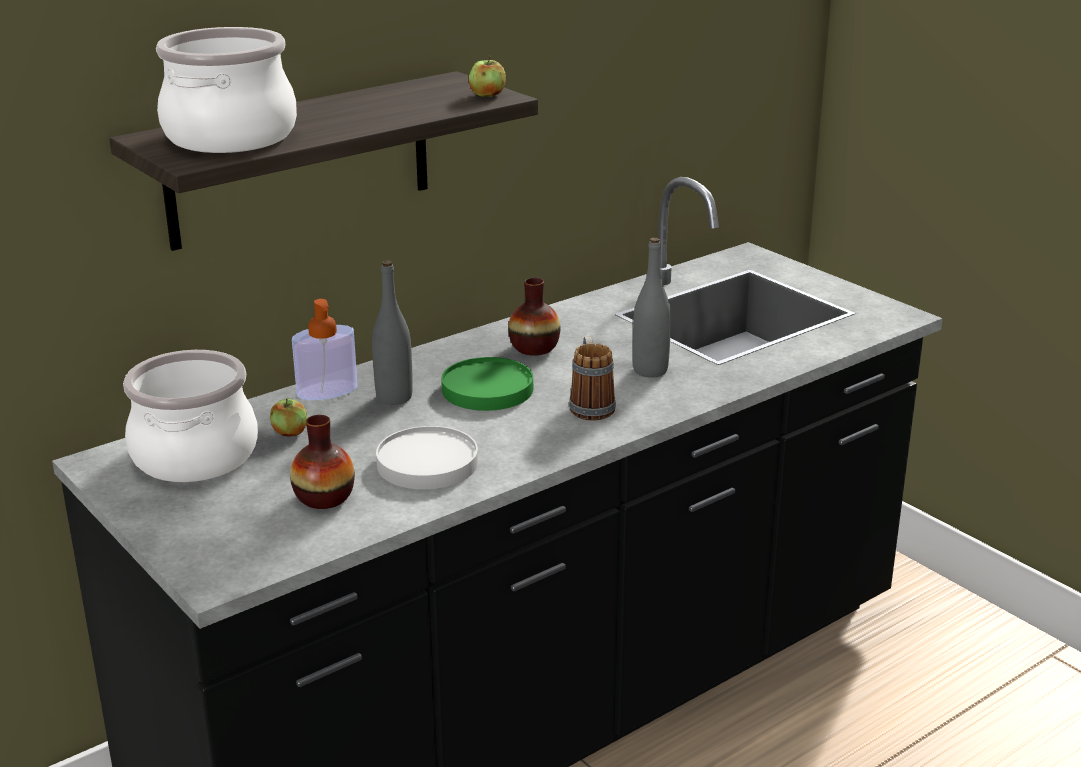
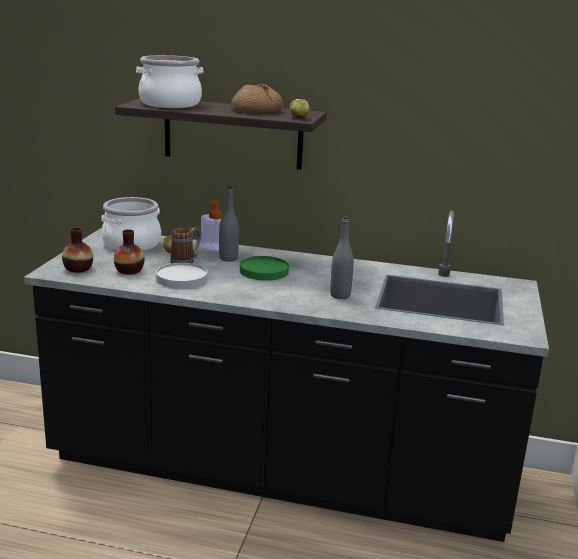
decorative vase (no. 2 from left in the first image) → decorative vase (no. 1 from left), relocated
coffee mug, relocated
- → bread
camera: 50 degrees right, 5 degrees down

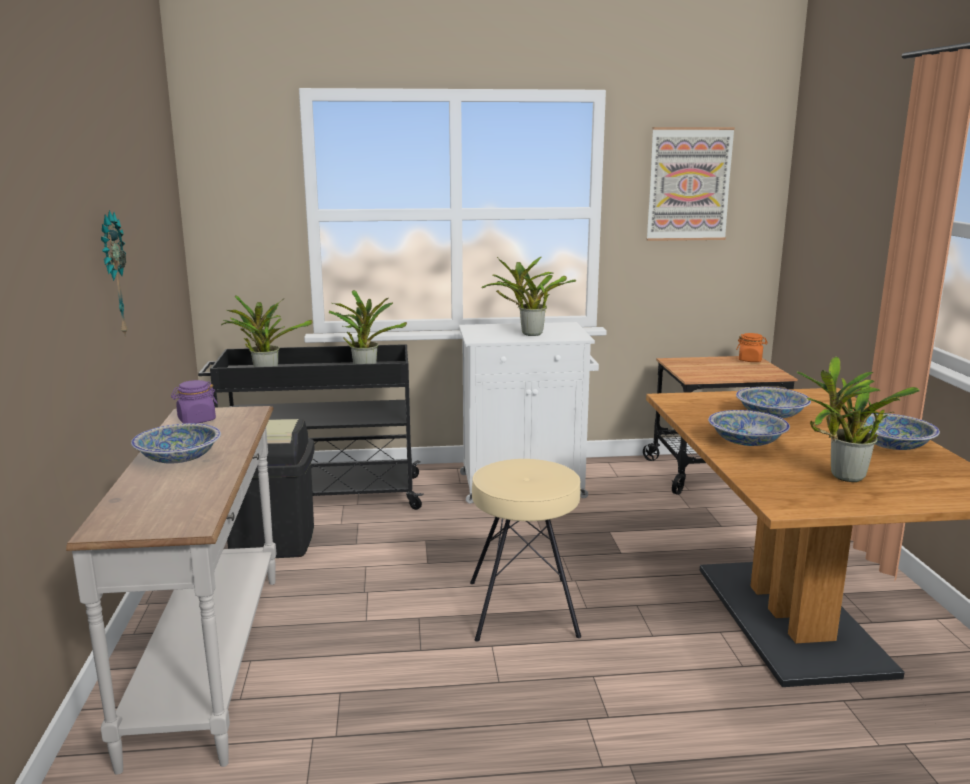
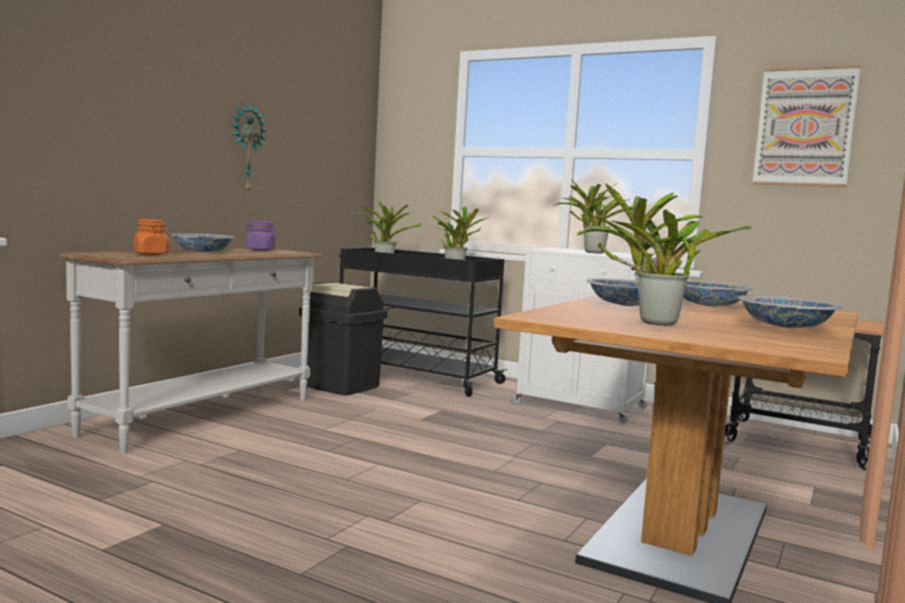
orange-coloured storage jar, relocated
beige-coloured stool → -
camera: 35 degrees right, 10 degrees down

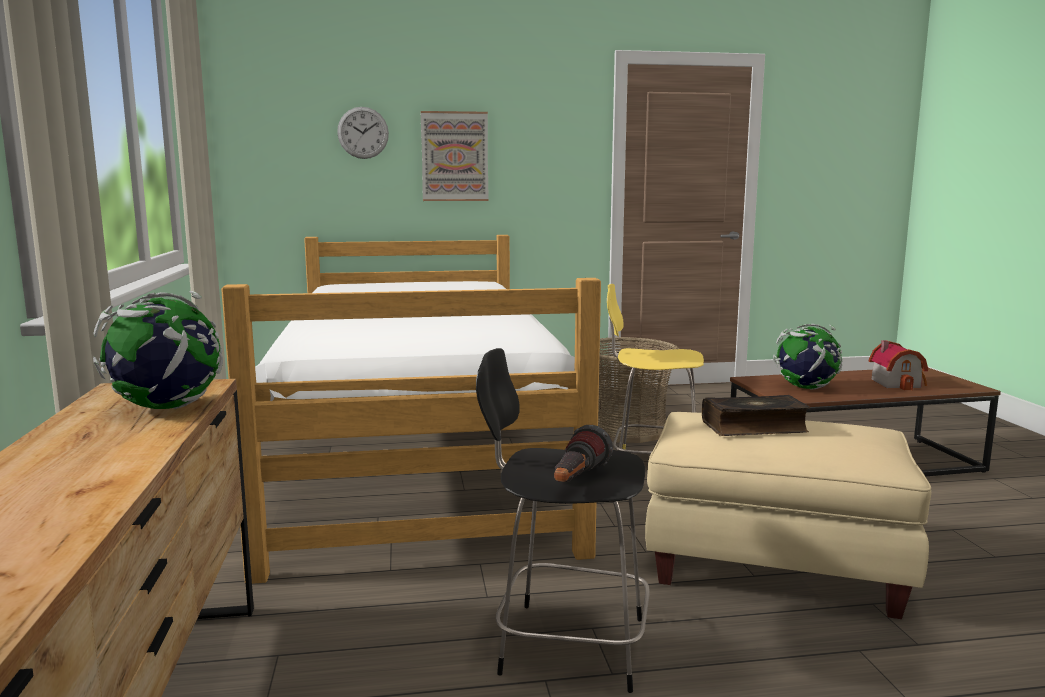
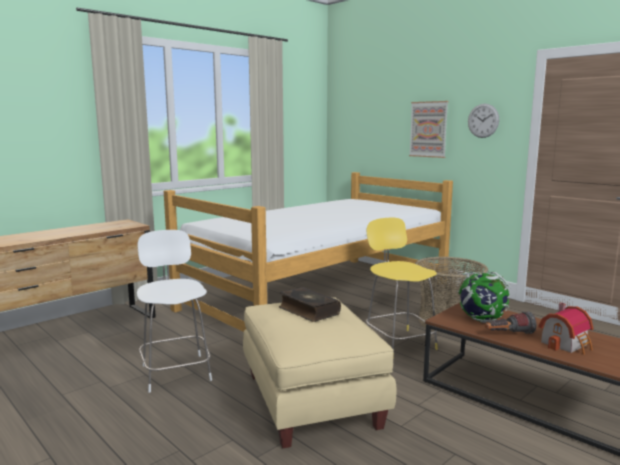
black-coloured stool → whitish stool
clock on the wall, relocated
hand torch, relocated
globe (no. 1 from left) → -
camera: 55 degrees right, 0 degrees up

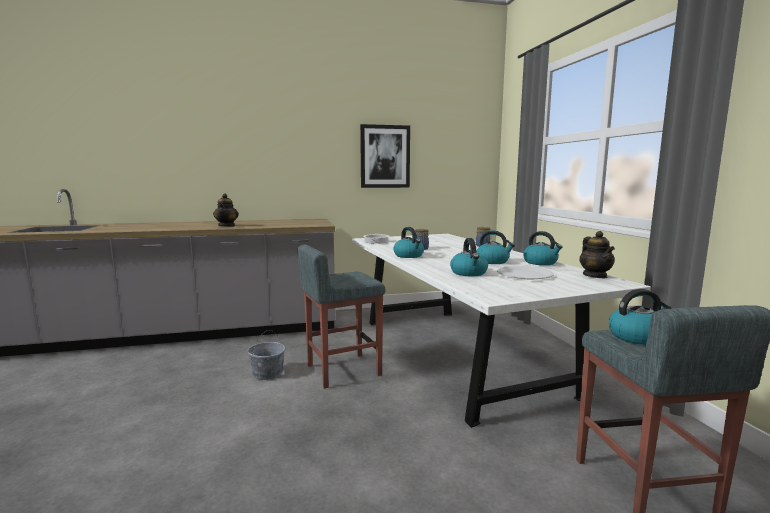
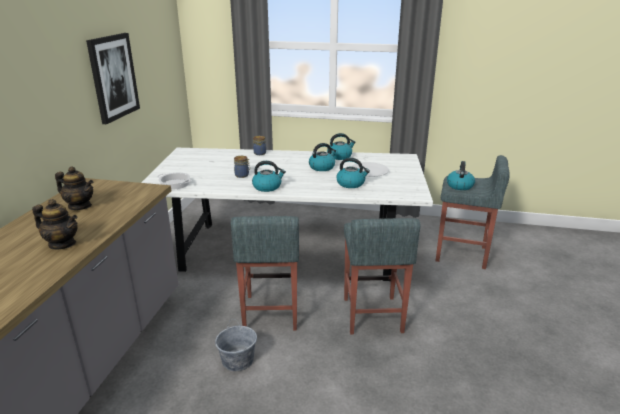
pot for tea (no. 2 from left), relocated
- → gray stool (no. 2 from left)
camera: 65 degrees left, 15 degrees up

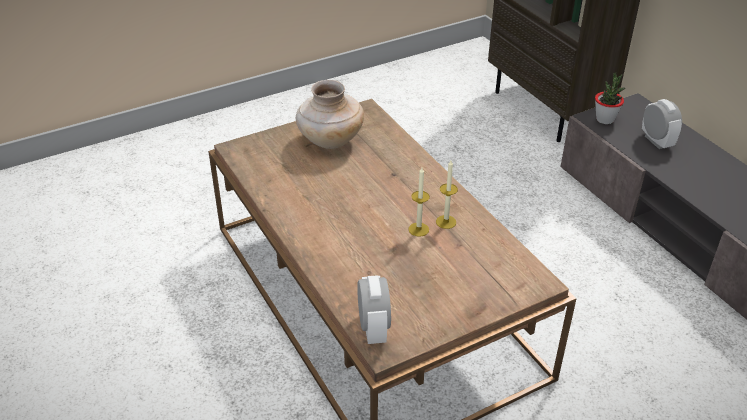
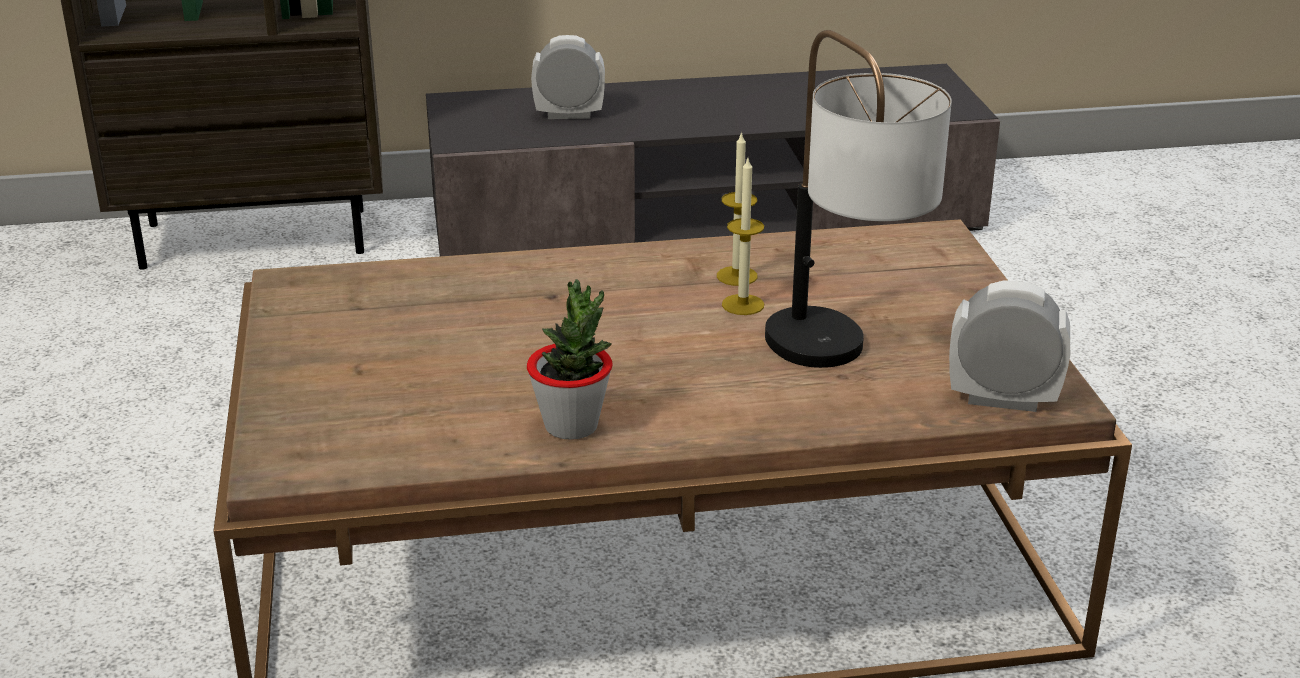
houseplant, relocated
- → tabletop lamp
beige-coloured decorative vase → -
camera: 70 degrees left, 10 degrees down

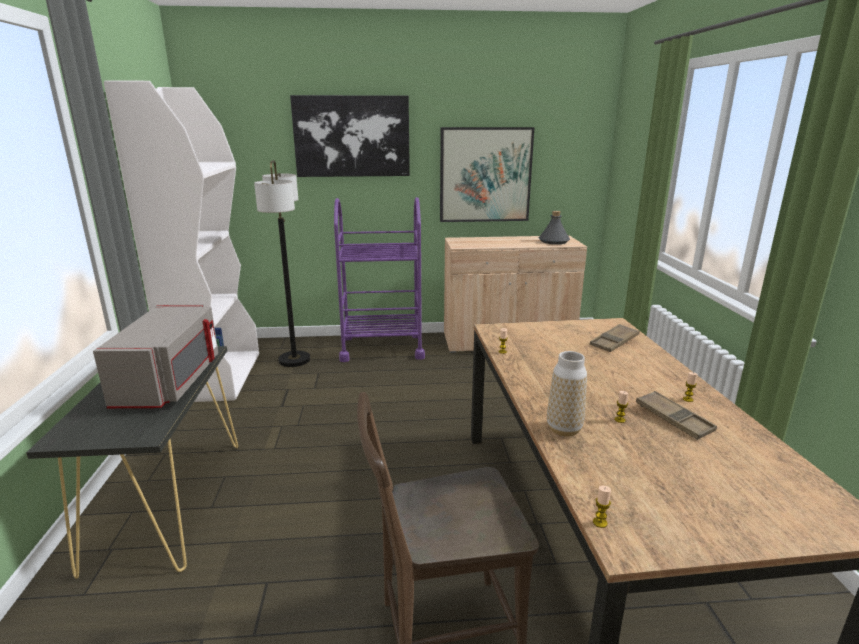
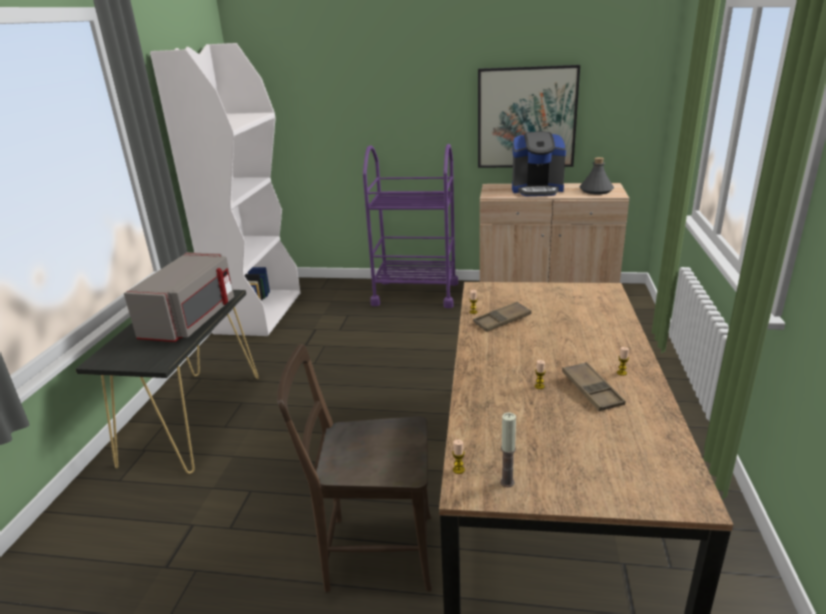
brownish tray (no. 1 from left), relocated
- → wax candle (no. 3 from left)
- → coffee maker
standing lamp → -
wall art (no. 1 from left) → -
decorative vase → -
camera: 15 degrees right, 5 degrees up

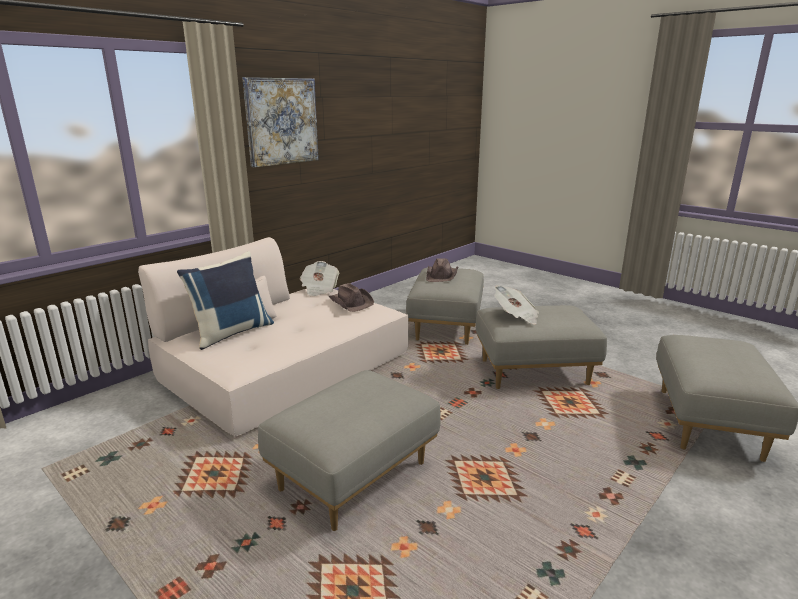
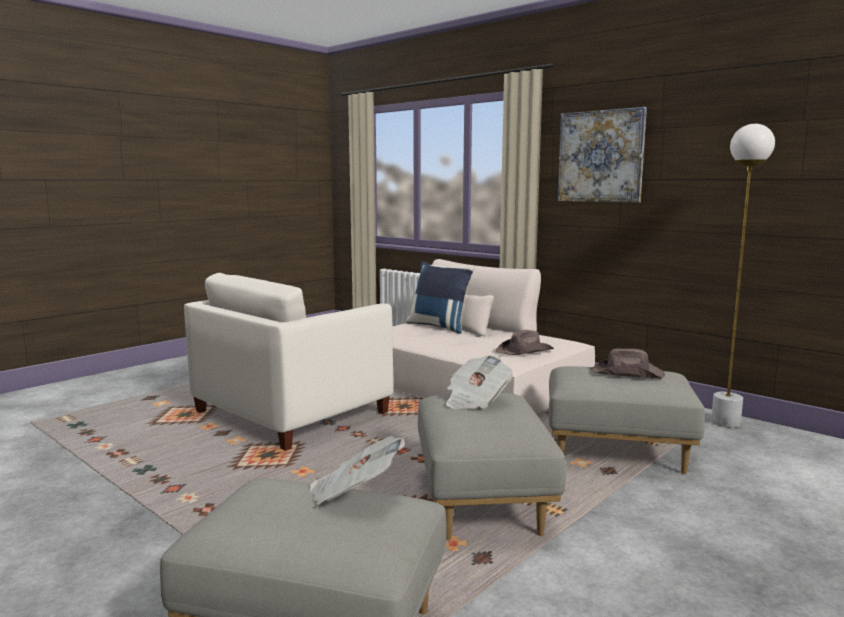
gray ottoman (no. 1 from left) → whitish lounge chair
daily paper (no. 1 from left), relocated
- → whitish standing lamp
camera: 90 degrees right, 10 degrees down

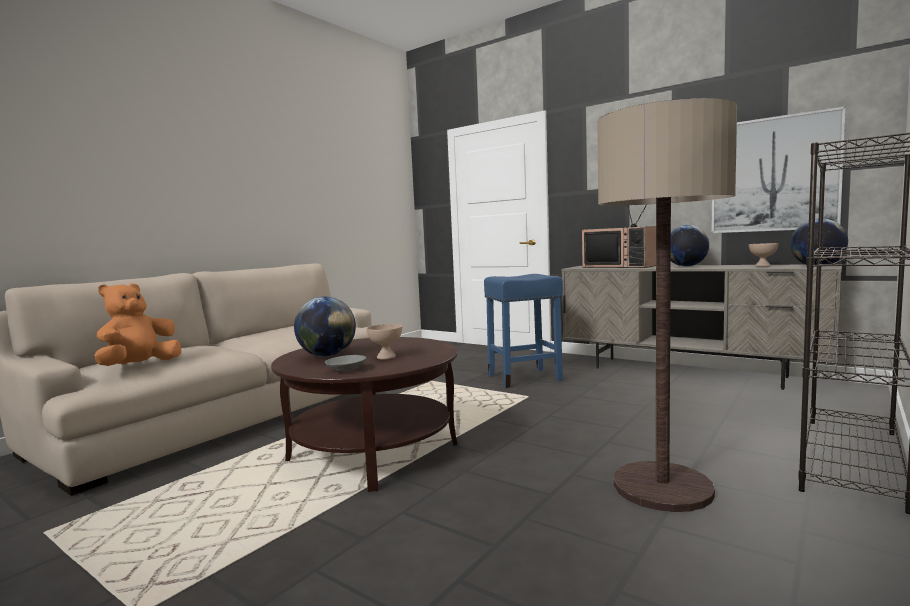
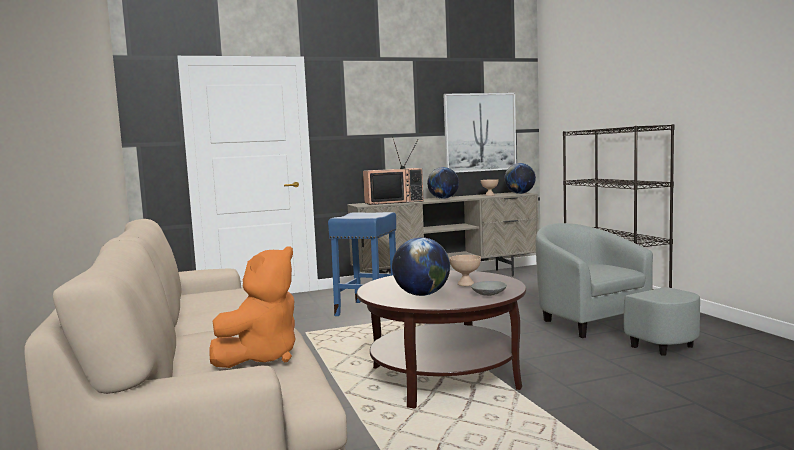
orange-coloured plush toy, 120 degrees counterclockwise
standing lamp → gray lounge chair
camera: 55 degrees left, 0 degrees up

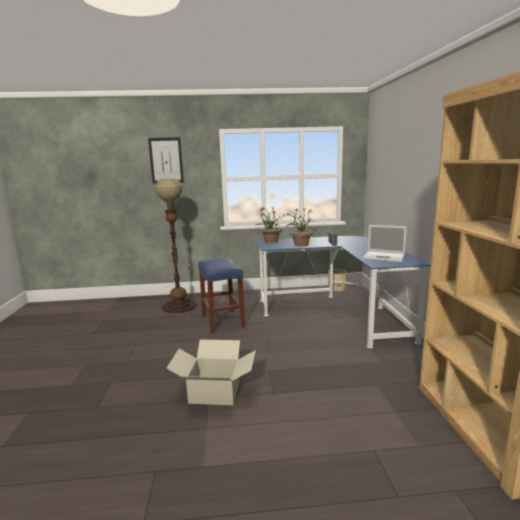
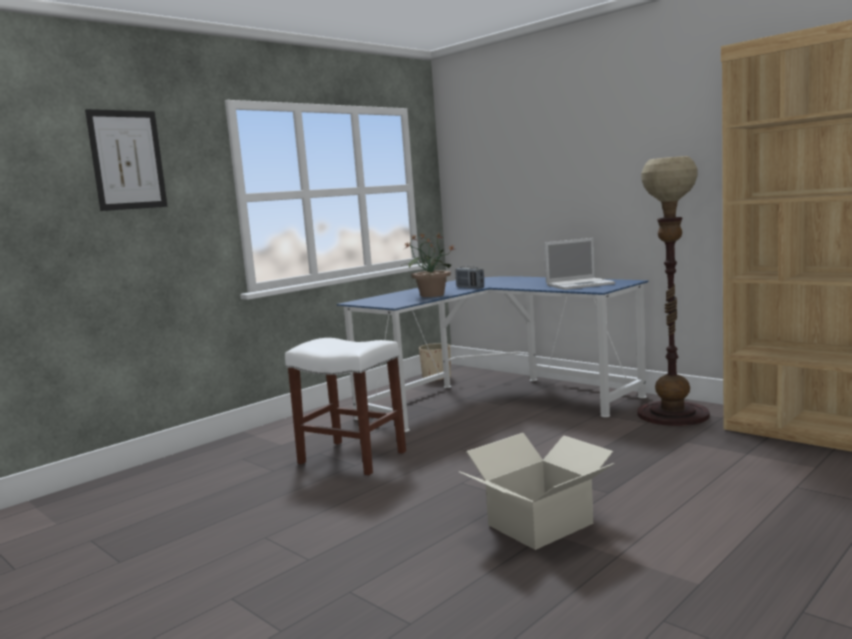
blue-coloured stool → whitish stool
standing lamp, relocated
houseplant (no. 1 from left) → -
camera: 40 degrees left, 5 degrees down

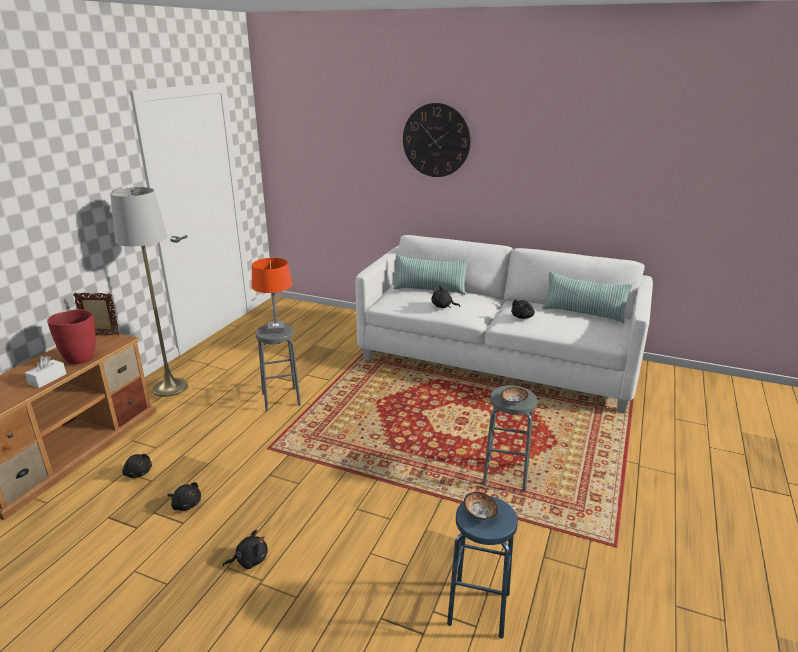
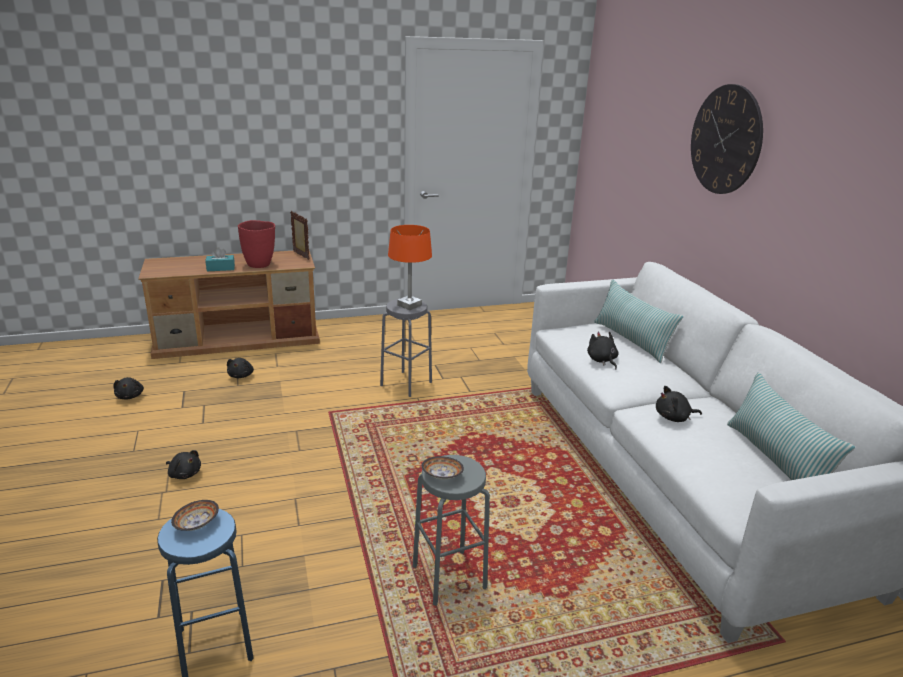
black-coloured plush toy (no. 2 from left in the first image) → black-coloured plush toy (no. 1 from left), relocated
whitish tissue holder → turquoise-coloured tissue holder
gray standing lamp → -
camera: 50 degrees right, 0 degrees up

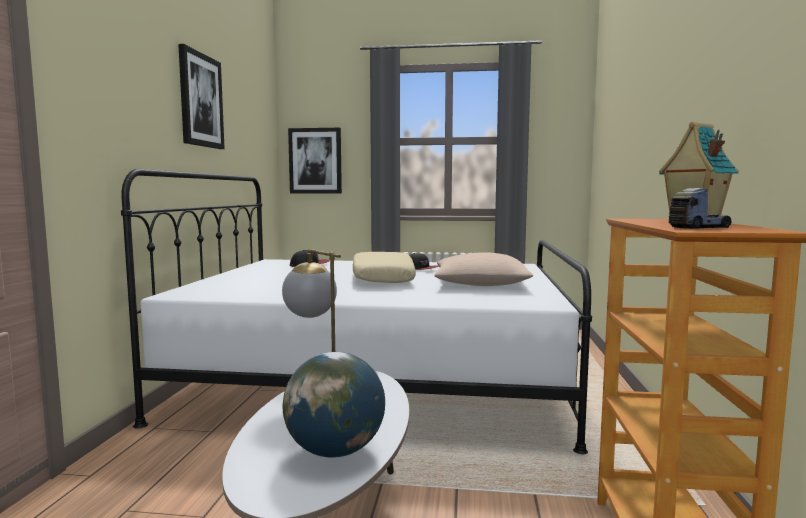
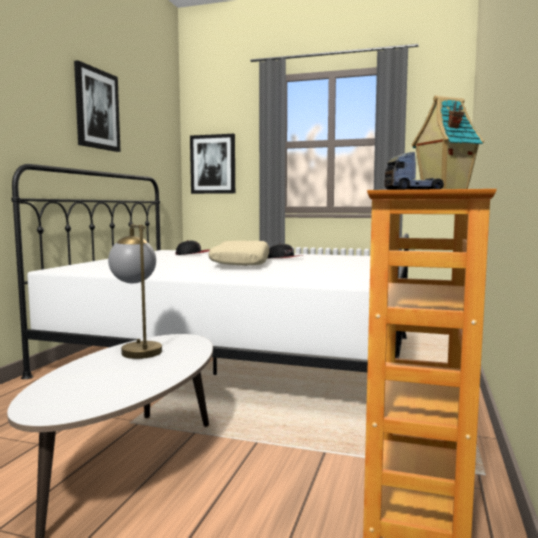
globe → -
beige-coloured pillow (no. 2 from left) → -
camera: 10 degrees right, 0 degrees up

